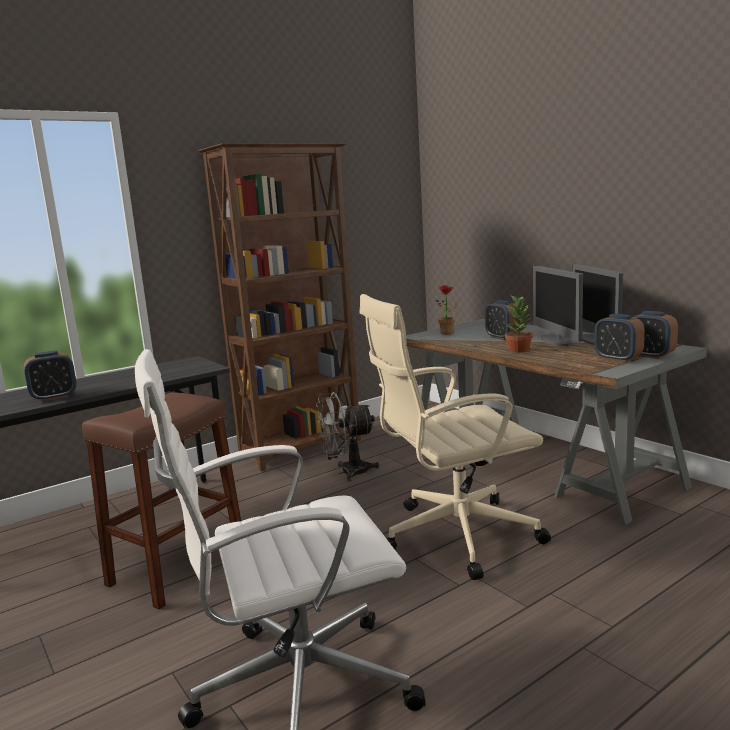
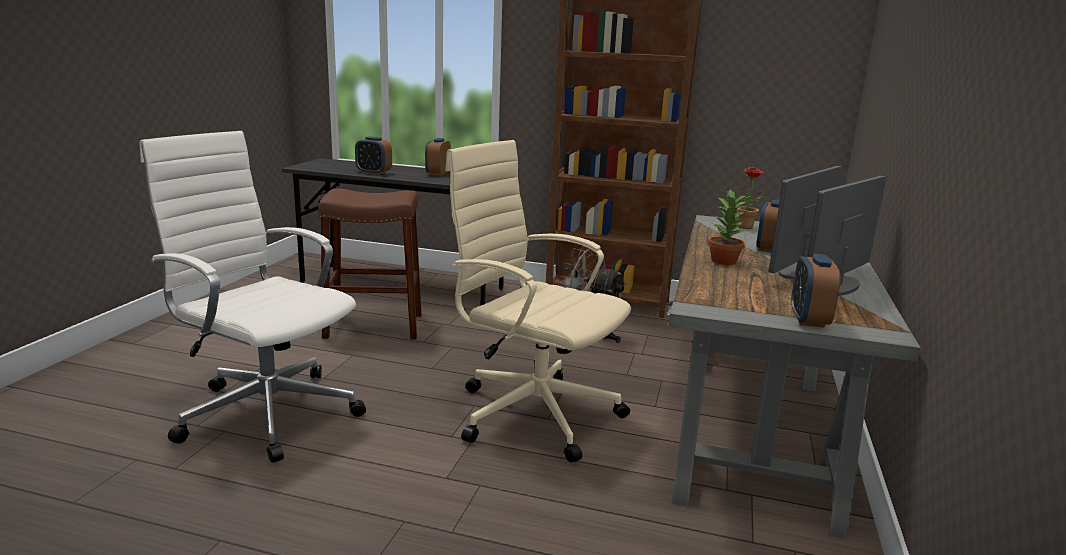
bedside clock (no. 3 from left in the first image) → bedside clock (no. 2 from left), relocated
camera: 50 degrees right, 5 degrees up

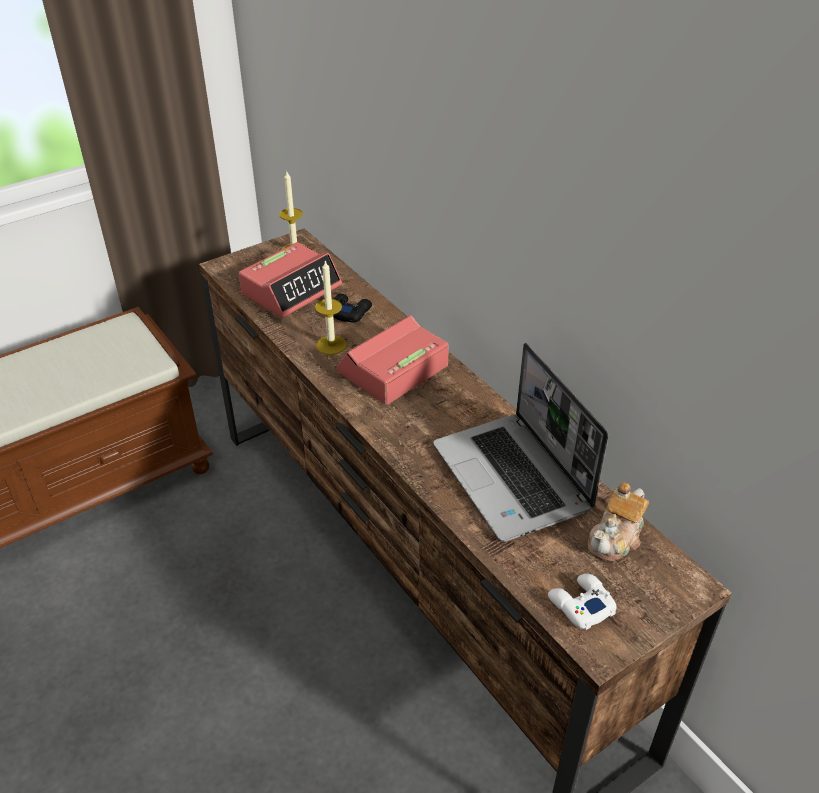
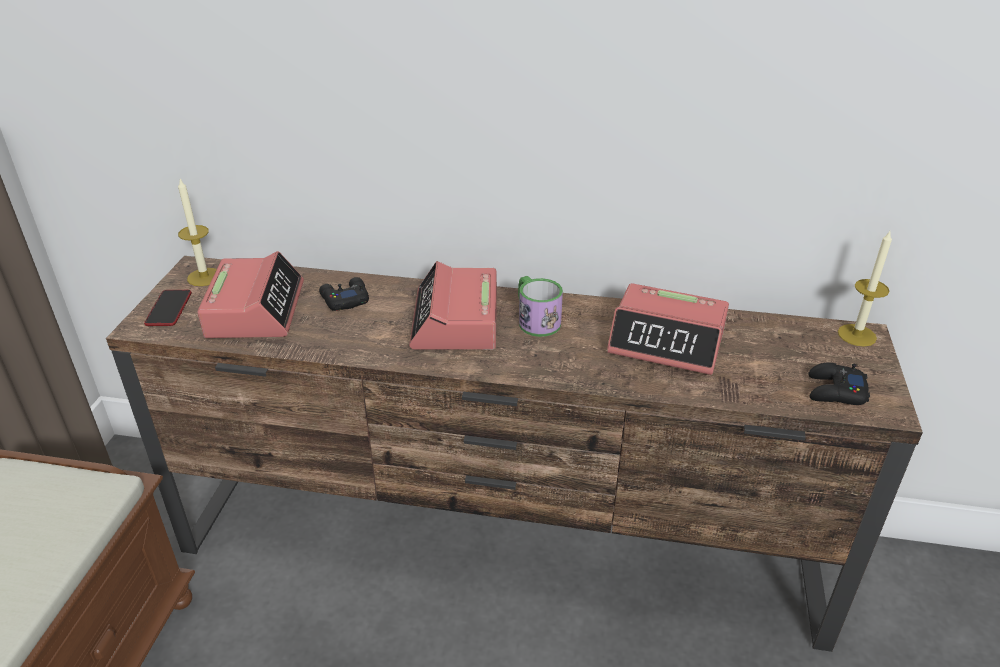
- → phone
- → coffee mug
laptop → bedside clock (no. 3 from left)
whitish gamepad → black-coloured gamepad (no. 2 from left)
wax candle (no. 2 from left), relocated
pot for tea → -
camera: 45 degrees left, 5 degrees down

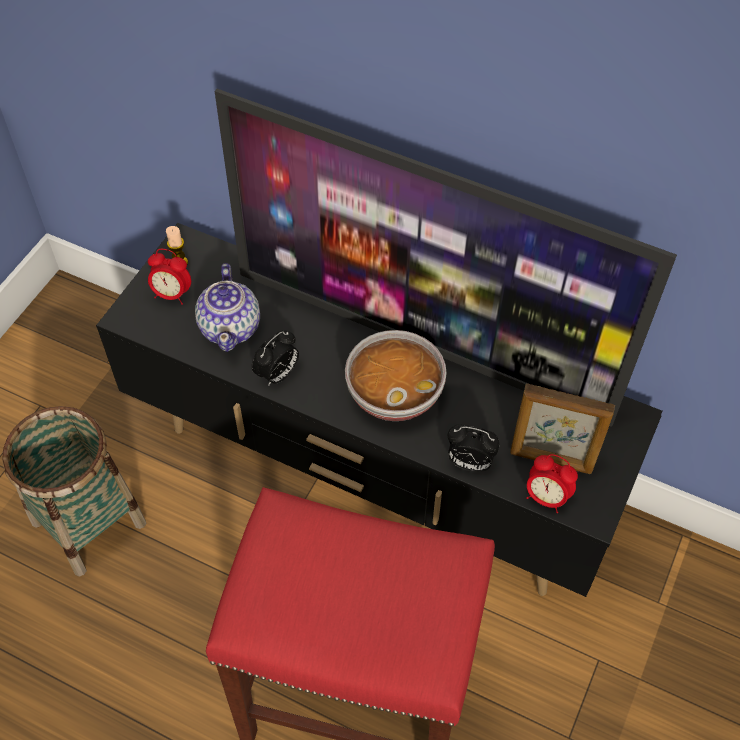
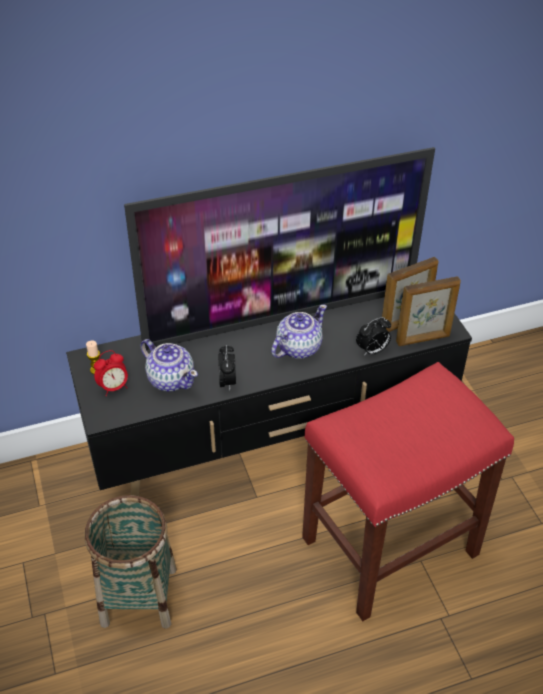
bowl → pot for tea (no. 2 from left)
bedside clock (no. 4 from left) → standing frame (no. 2 from left)
camera: 45 degrees left, 10 degrees down

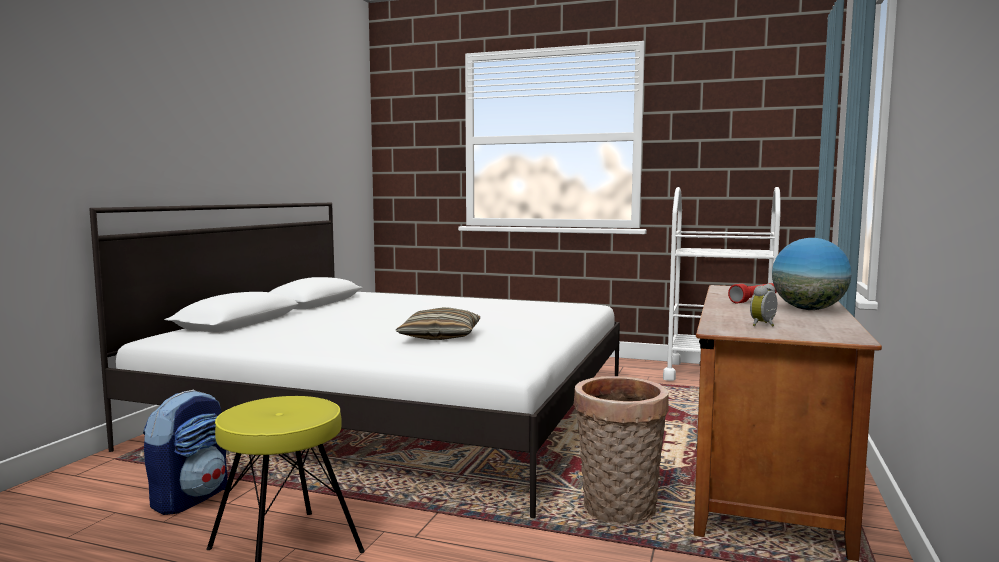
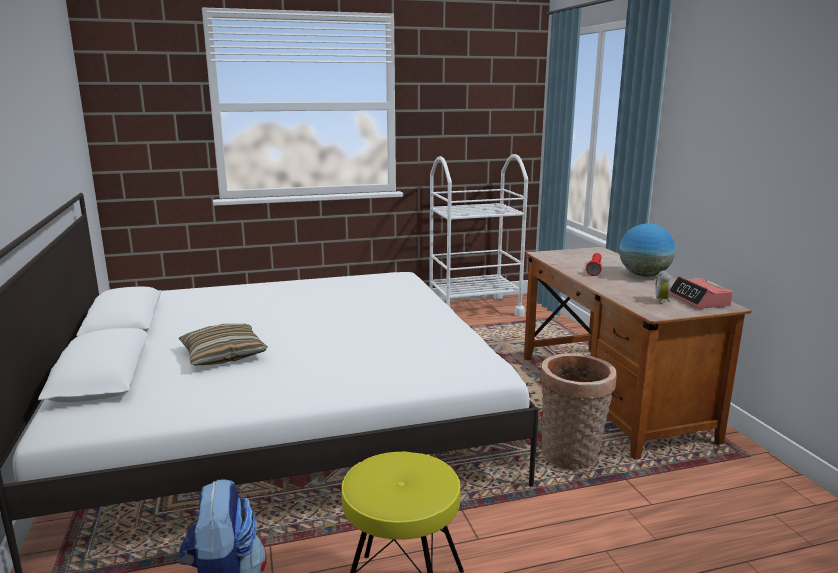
pillow, relocated
- → bedside clock (no. 2 from left)
camera: 35 degrees left, 10 degrees up

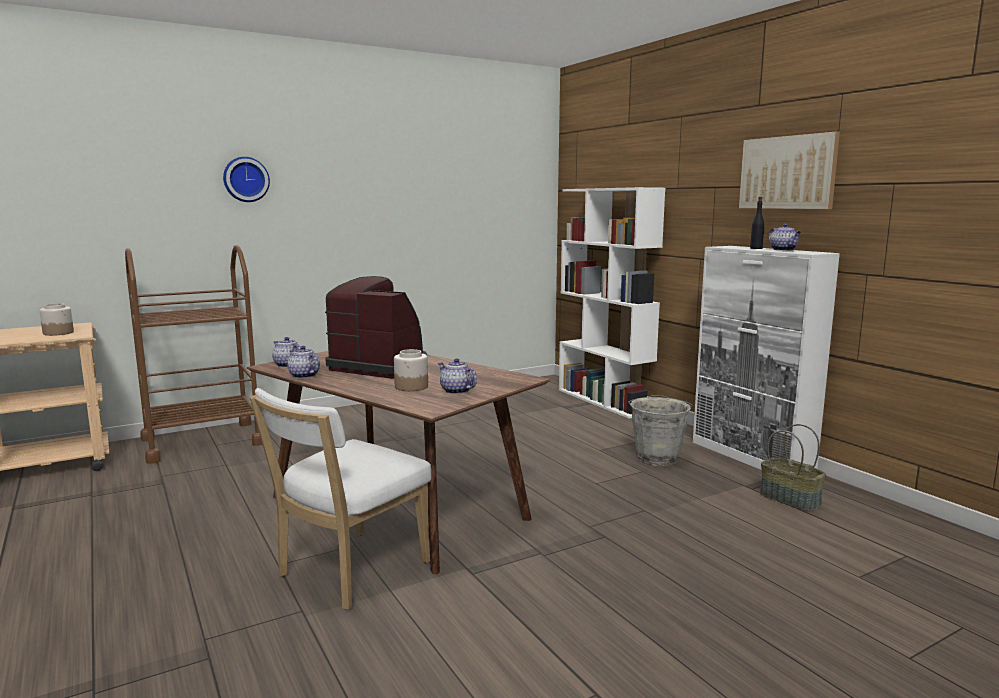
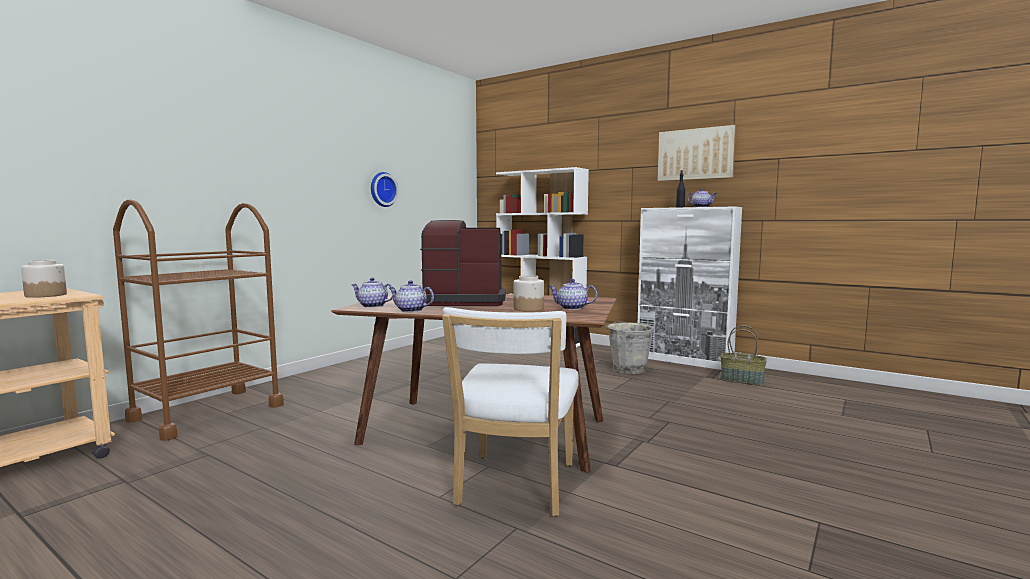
clock on the wall, relocated
camera: 25 degrees left, 5 degrees down

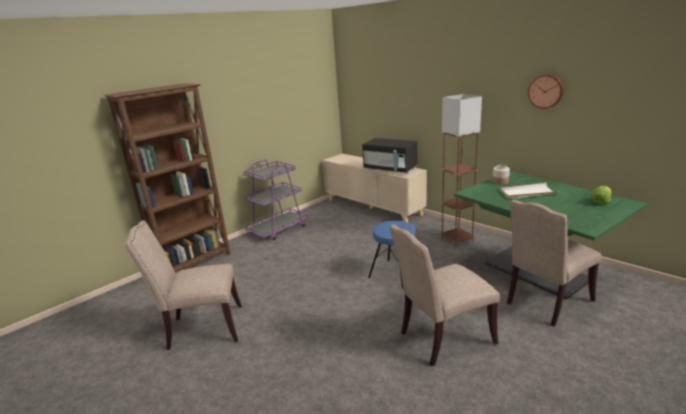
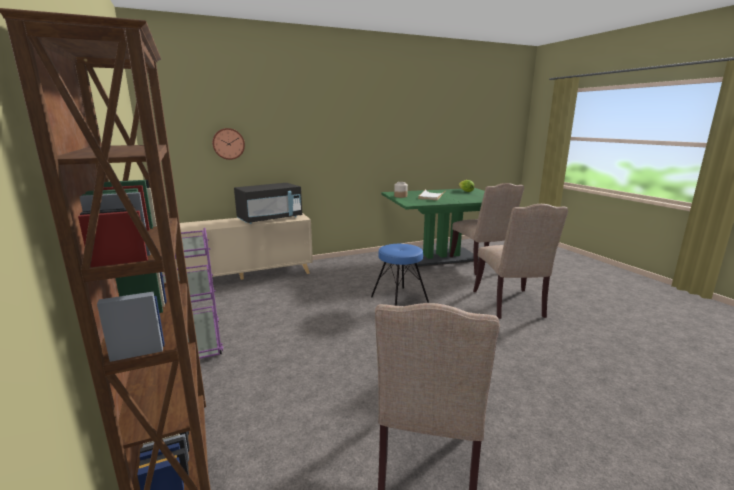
clock on the wall, relocated
brownish standing lamp → -
camera: 70 degrees left, 5 degrees down

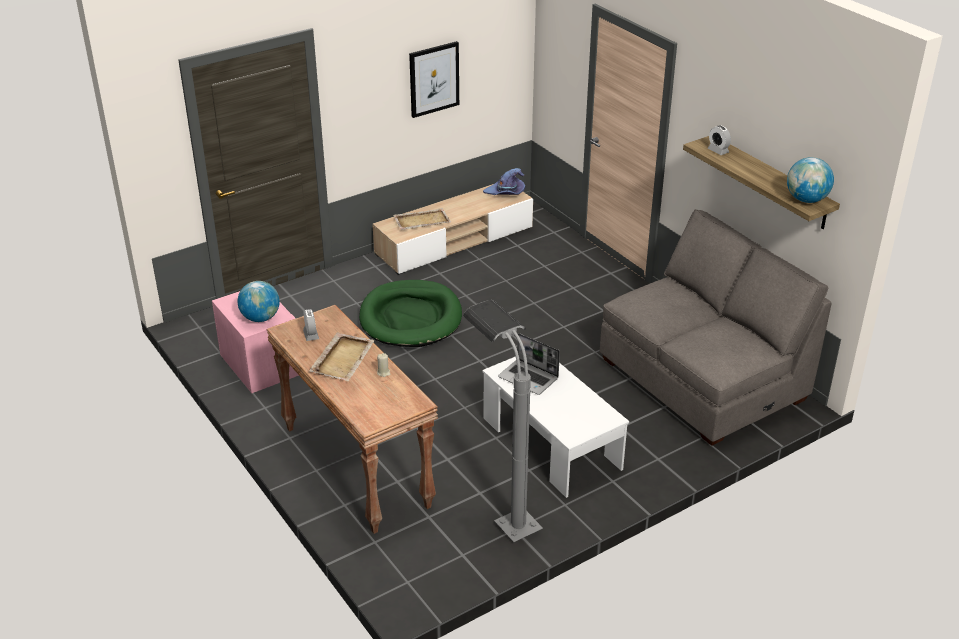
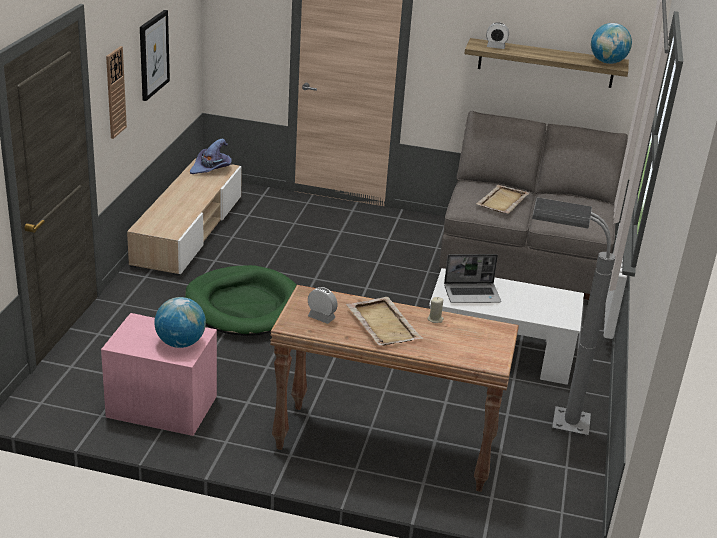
- → clock on the wall
beige-coloured tray (no. 2 from left), relocated
camera: 45 degrees left, 5 degrees down

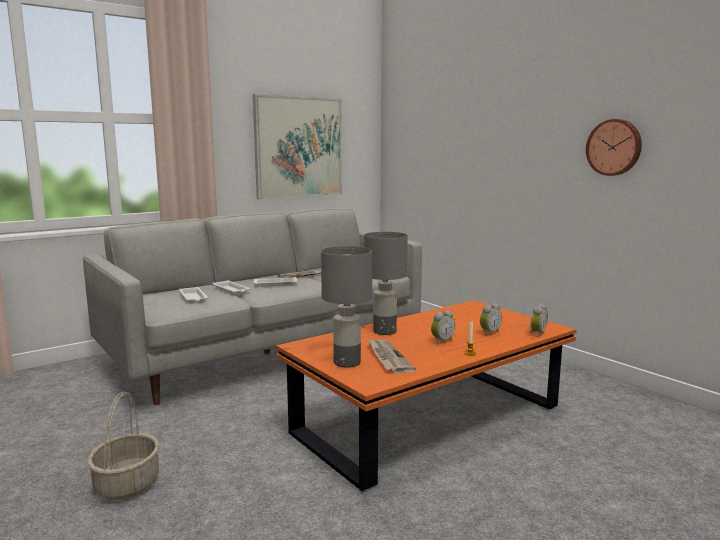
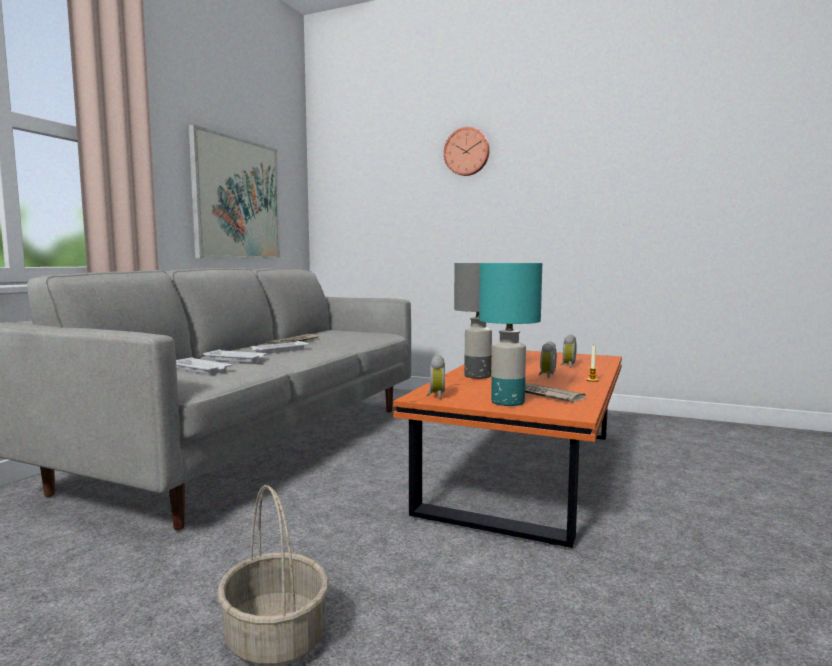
bedside clock (no. 3 from left in the first image) → bedside clock (no. 1 from left), relocated
clock on the wall, relocated
gray tabletop lamp (no. 1 from left) → turquoise-coloured tabletop lamp
camera: 30 degrees left, 5 degrees down

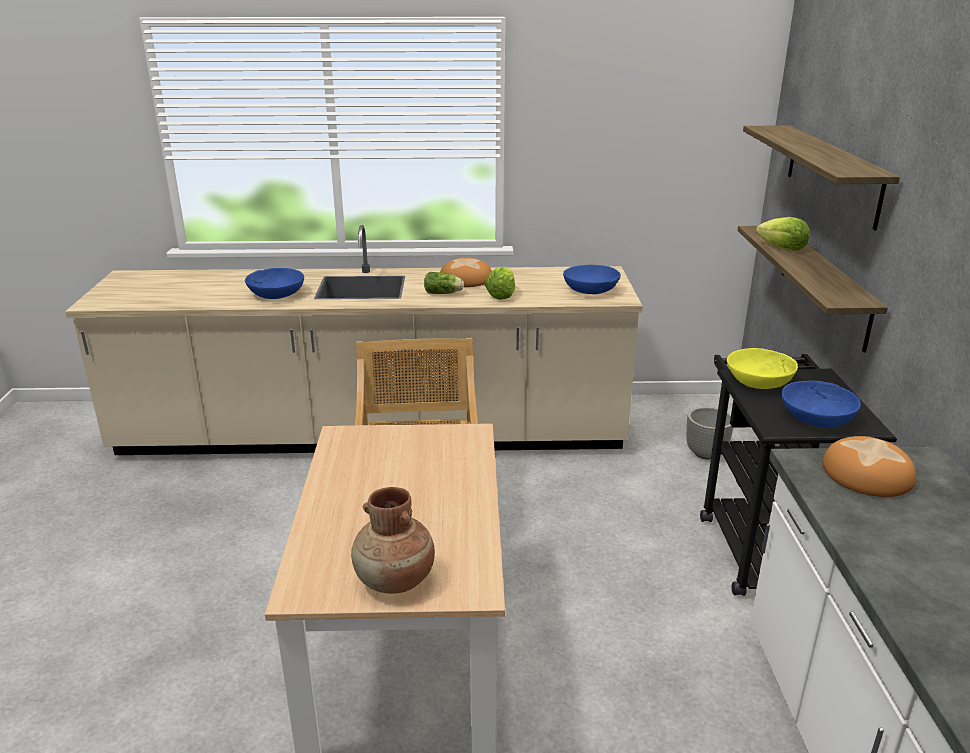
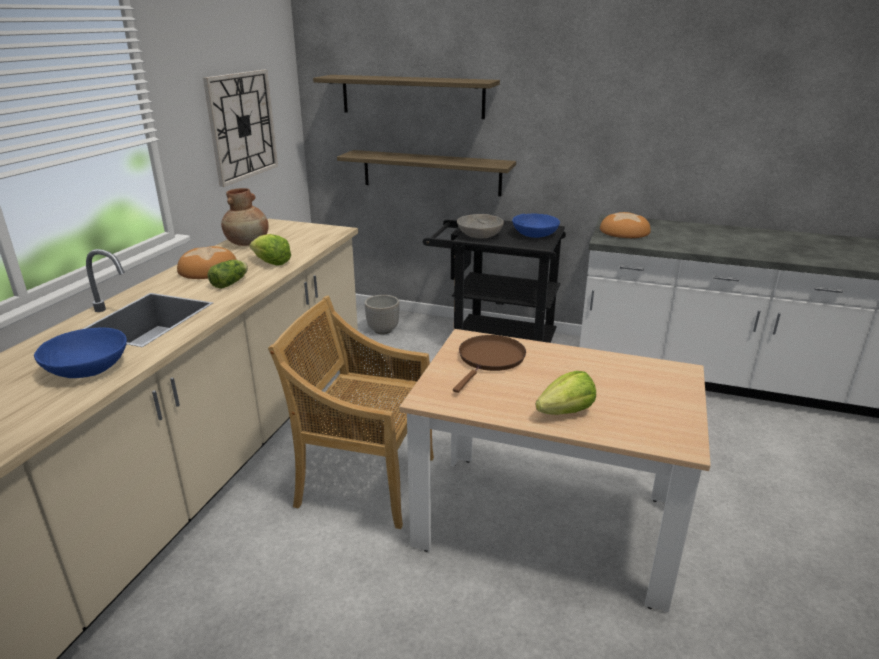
- → clock on the wall
brownish decorative vase, relocated
- → brownish skillet
yellowish bowl → gray bowl
head of lettuce (no. 3 from left), relocated
blue-coloured bowl (no. 2 from left) → -
camera: 70 degrees left, 0 degrees up

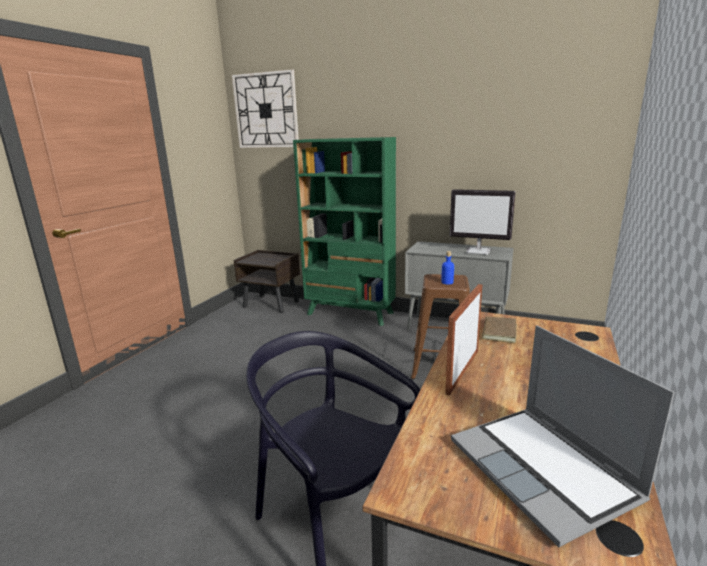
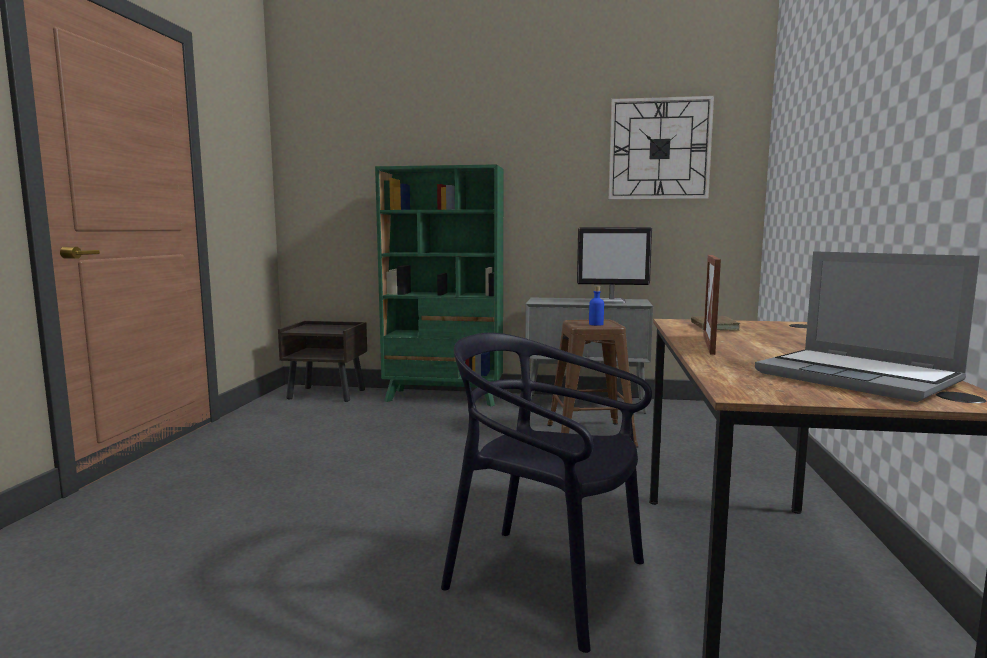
clock on the wall, relocated
camera: 15 degrees left, 10 degrees down

